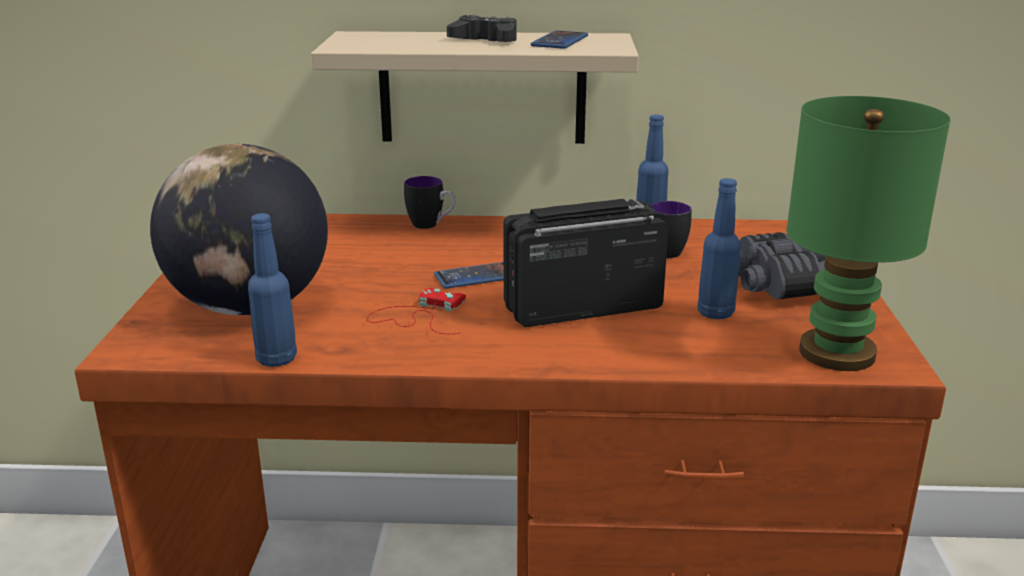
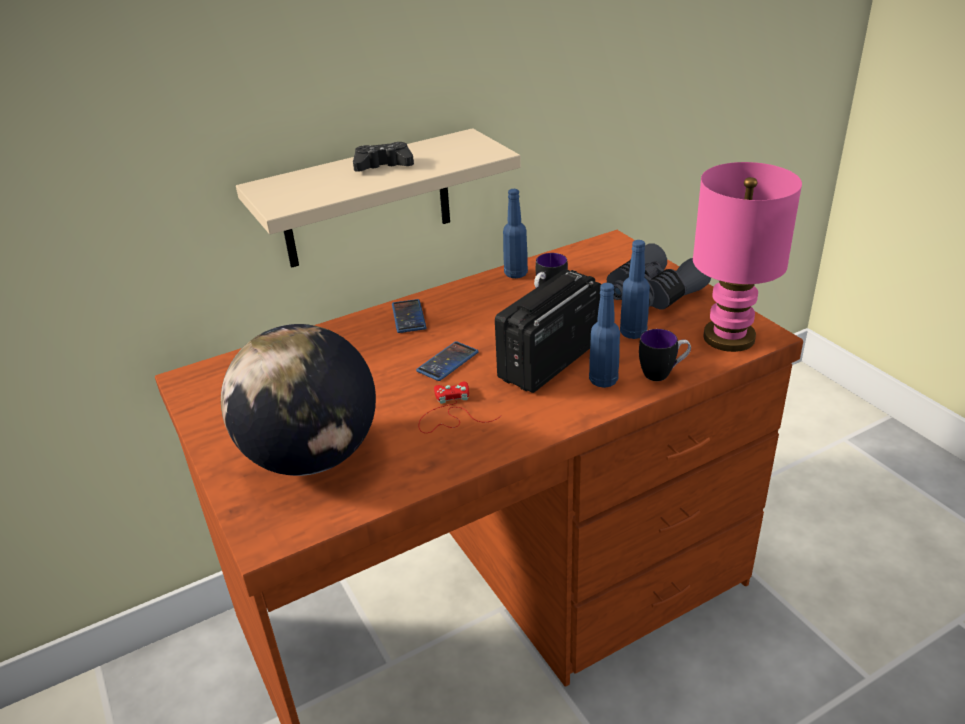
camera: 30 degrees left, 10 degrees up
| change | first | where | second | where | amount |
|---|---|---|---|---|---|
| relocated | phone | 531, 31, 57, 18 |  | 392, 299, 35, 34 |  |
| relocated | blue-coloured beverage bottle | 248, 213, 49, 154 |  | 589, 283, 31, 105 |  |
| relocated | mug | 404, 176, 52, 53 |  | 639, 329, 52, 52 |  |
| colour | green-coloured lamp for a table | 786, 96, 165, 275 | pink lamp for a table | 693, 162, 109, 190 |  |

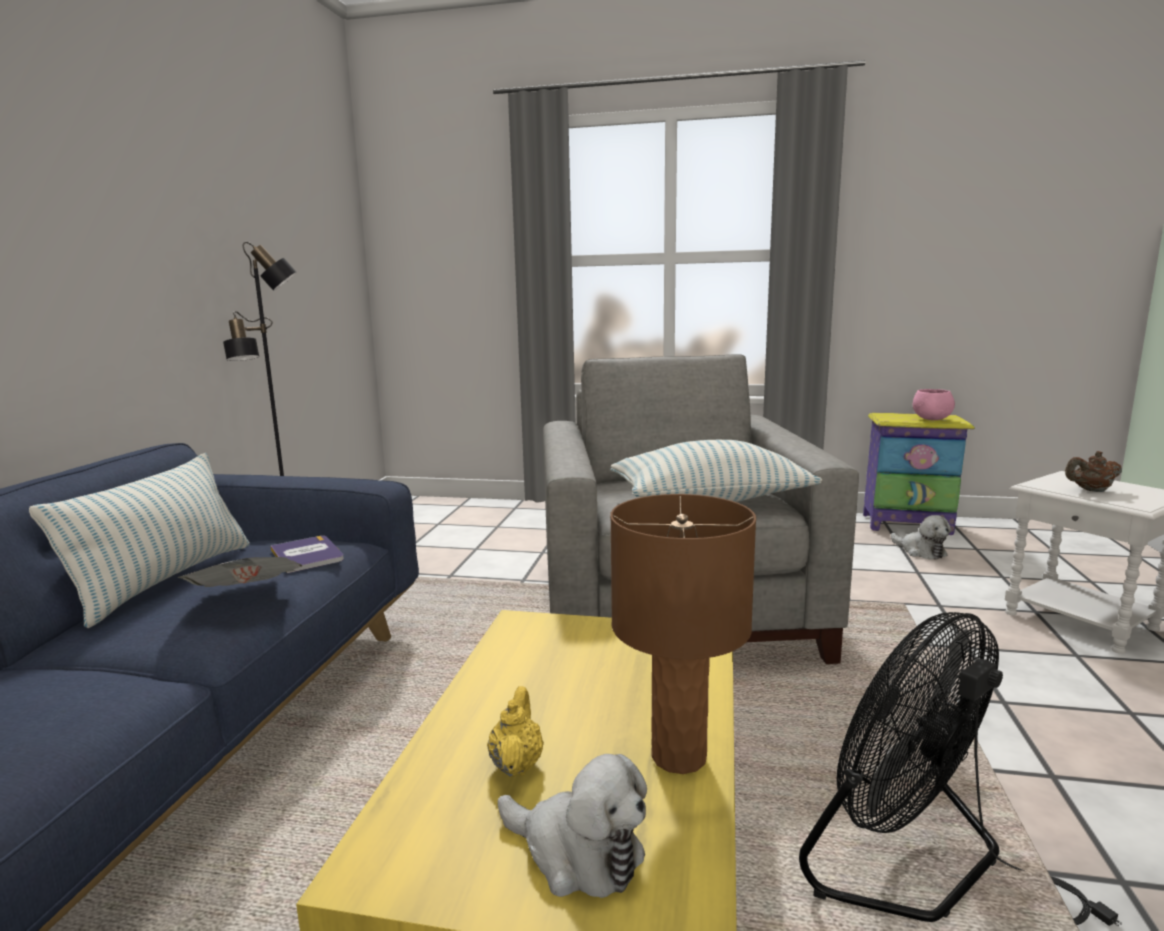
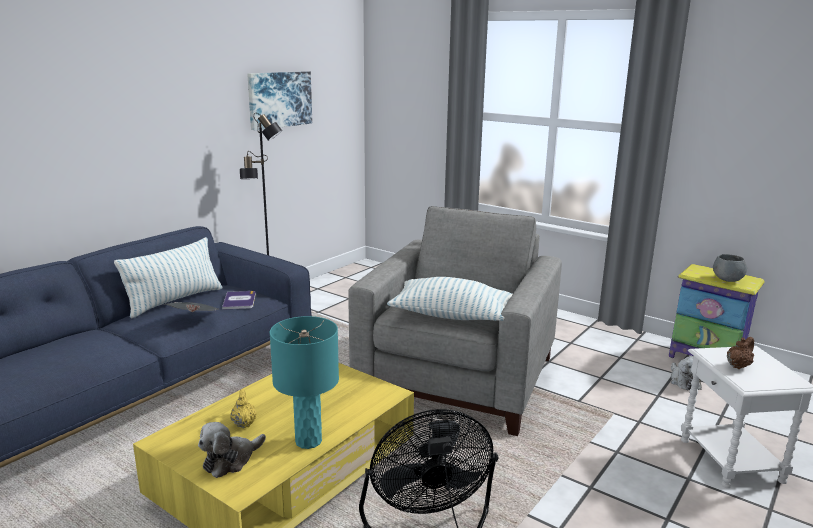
camera: 25 degrees right, 5 degrees up
| change | first | where | second | where | amount |
|---|---|---|---|---|---|
| spun | soft toy | 498, 754, 149, 144 |  | 198, 422, 68, 56 | 75 degrees clockwise |
| spun | yellow teapot | 487, 686, 57, 91 |  | 230, 389, 27, 39 | 45 degrees counterclockwise |
| appeared |  |  | wall picture | 247, 71, 65, 59 |  |
| colour | brown lamp for a table | 610, 494, 146, 280 | turquoise lamp for a table | 270, 316, 69, 133 |  |
| colour | pink deep dish | 913, 389, 42, 31 | gray deep dish | 713, 254, 34, 28 |  |
| spun | brown teapot | 1065, 451, 57, 41 |  | 727, 337, 27, 32 | 120 degrees clockwise |

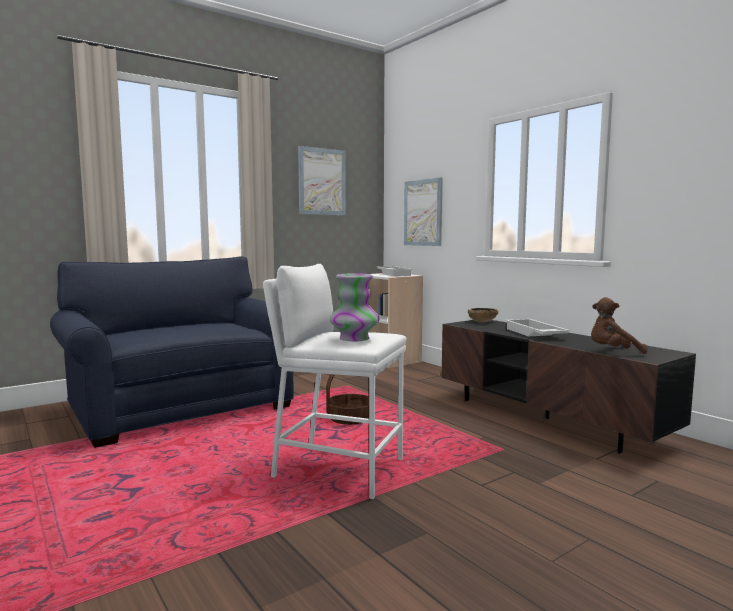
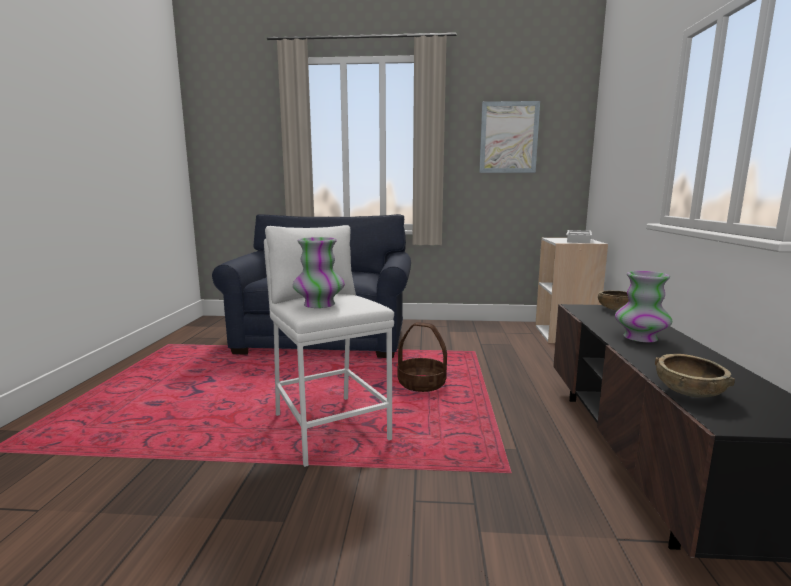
camera: 40 degrees right, 5 degrees up
| change | first | where | second | where | amount |
|---|---|---|---|---|---|
| exchanged | white tray | 505, 319, 65, 17 | vase | 615, 271, 57, 71 |  |
| exchanged | brown soft toy | 591, 297, 57, 57 | brown deep dish | 655, 354, 80, 44 |  |
| missing | wall picture | 404, 177, 39, 69 |  |  |  |

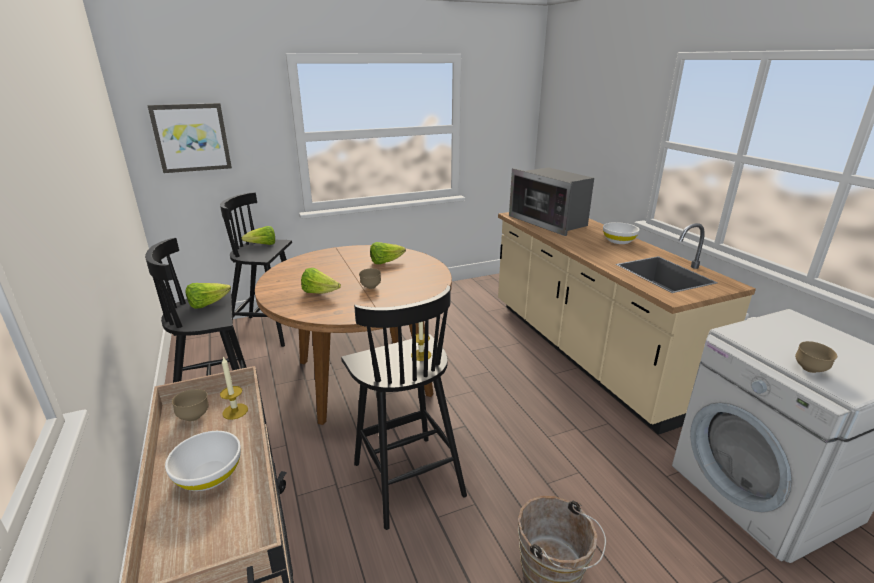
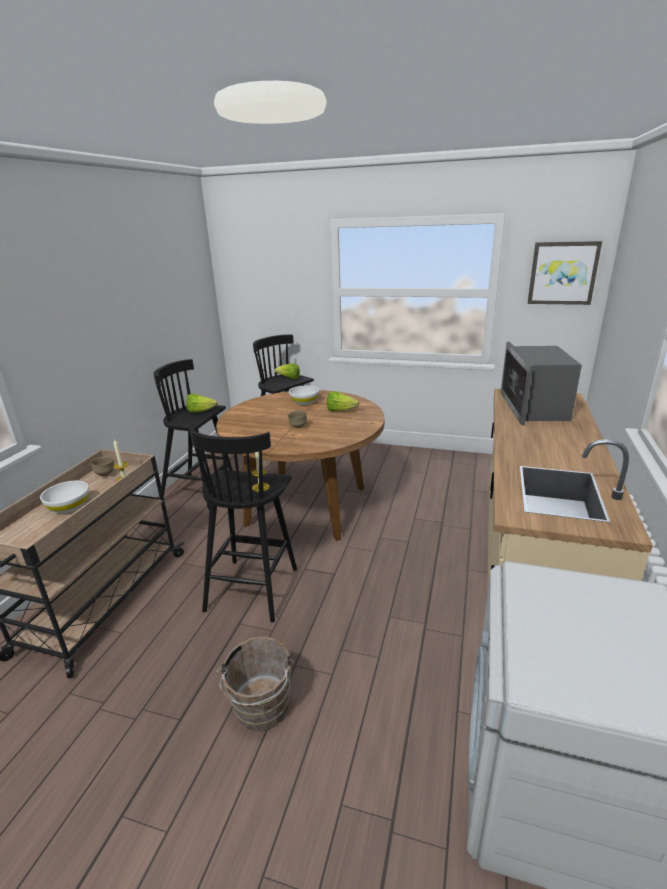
camera: 40 degrees right, 0 degrees up
| change | first | where | second | where | amount |
|---|---|---|---|---|---|
| relocated | white deep dish | 603, 222, 37, 22 |  | 289, 386, 30, 19 |  |
| relocated | wall picture | 148, 103, 84, 70 |  | 528, 241, 74, 64 |  |
| missing | lettuce head | 301, 268, 40, 26 |  |  |  |
| missing | brown deep dish | 795, 341, 42, 32 |  |  |  |

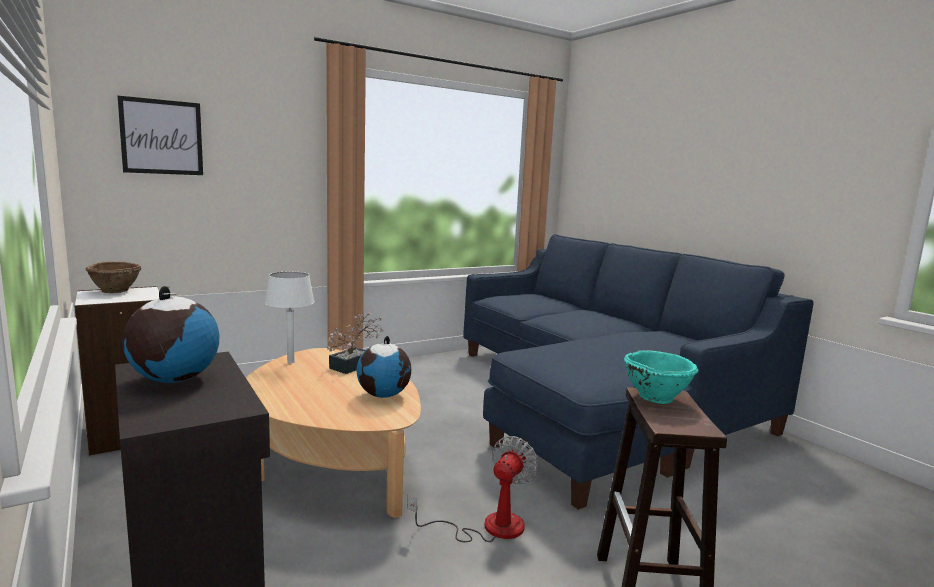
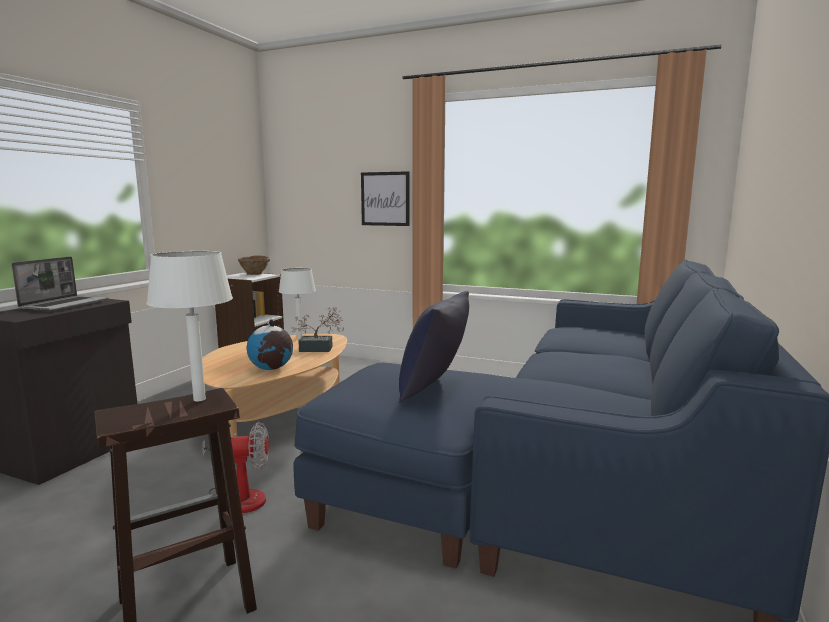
camera: 55 degrees right, 0 degrees up
| change | first | where | second | where | amount |
|---|---|---|---|---|---|
| exchanged | globe | 123, 286, 97, 97 | laptop | 11, 257, 97, 55 |  |
| exchanged | turquoise deep dish | 624, 350, 75, 54 | white lamp for a table | 147, 251, 86, 151 |  |
| relocated | wall picture | 117, 95, 86, 80 |  | 361, 171, 48, 55 |  |
| appeared |  |  | blue-coloured cushion | 399, 291, 70, 112 |  |

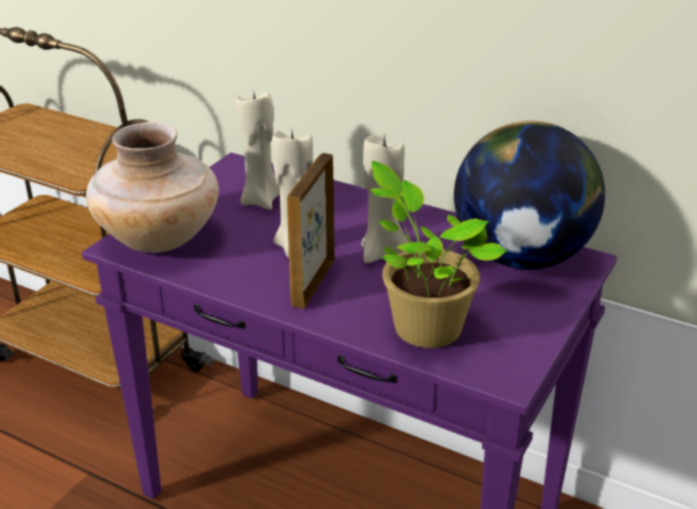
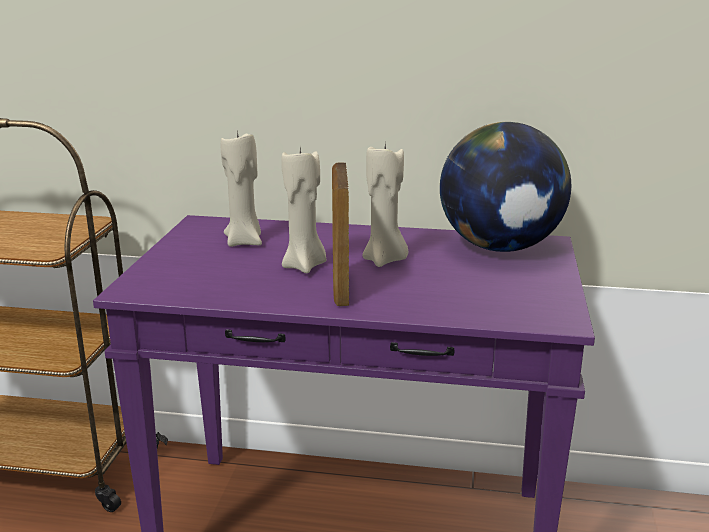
camera: 20 degrees left, 10 degrees down
| change | first | where | second | where | amount |
|---|---|---|---|---|---|
| missing | sand-coloured vase | 86, 122, 133, 131 |  |  |  |
| missing | potted plant | 371, 161, 136, 187 |  |  |  |

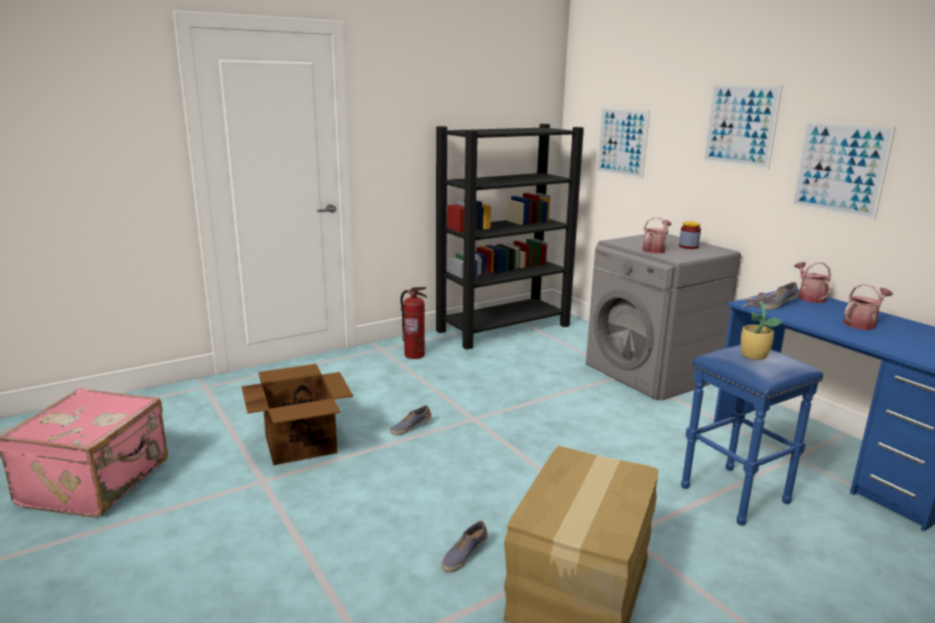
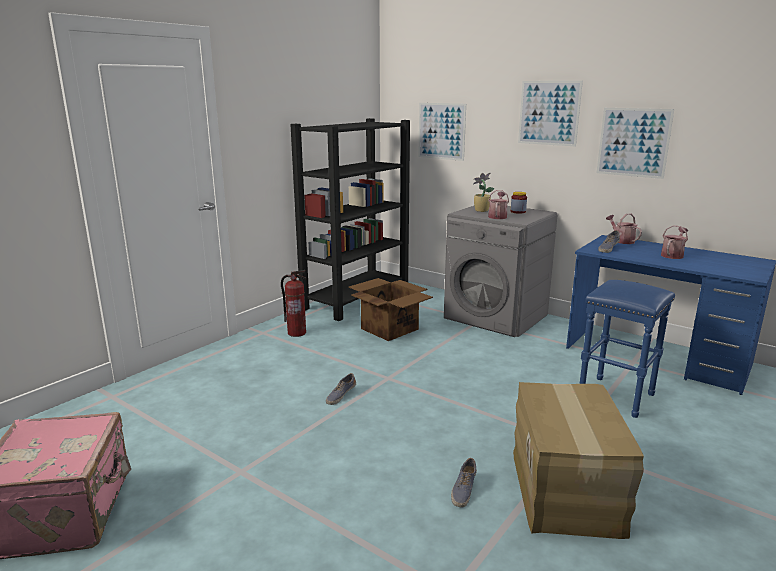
camera: 20 degrees left, 0 degrees up
| change | first | where | second | where | amount |
|---|---|---|---|---|---|
| relocated | carton | 242, 364, 111, 101 |  | 349, 278, 84, 63 |  |
| relocated | potted plant | 741, 292, 42, 68 |  | 473, 173, 22, 39 |  |

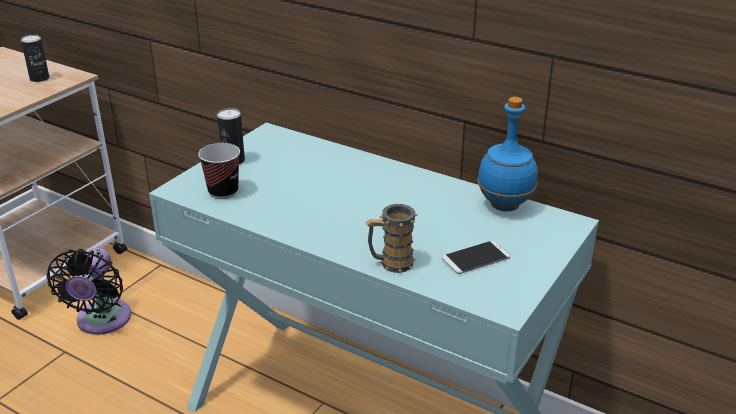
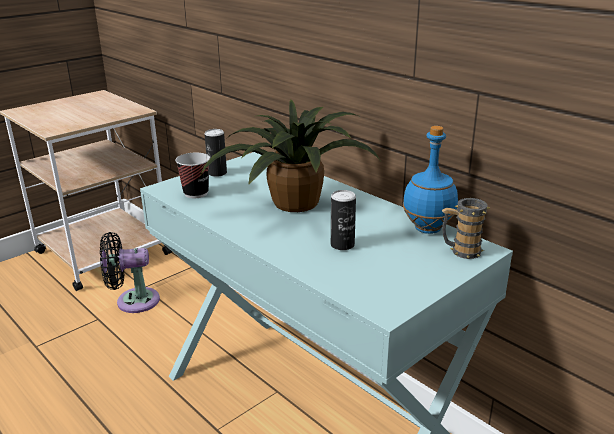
camera: 15 degrees right, 5 degrees down
| change | first | where | second | where | amount |
|---|---|---|---|---|---|
| spun | black-coloured electric fan | 47, 248, 84, 87 |  | 100, 232, 60, 81 | 60 degrees clockwise |
| appeared |  |  | potted plant | 200, 100, 180, 112 |  |
| relocated | sealed can | 21, 35, 28, 47 |  | 331, 190, 25, 60 |  |
| relocated | mug | 365, 204, 53, 69 |  | 442, 198, 48, 61 |  |
| missing | phone | 442, 241, 69, 33 |  |  |  |

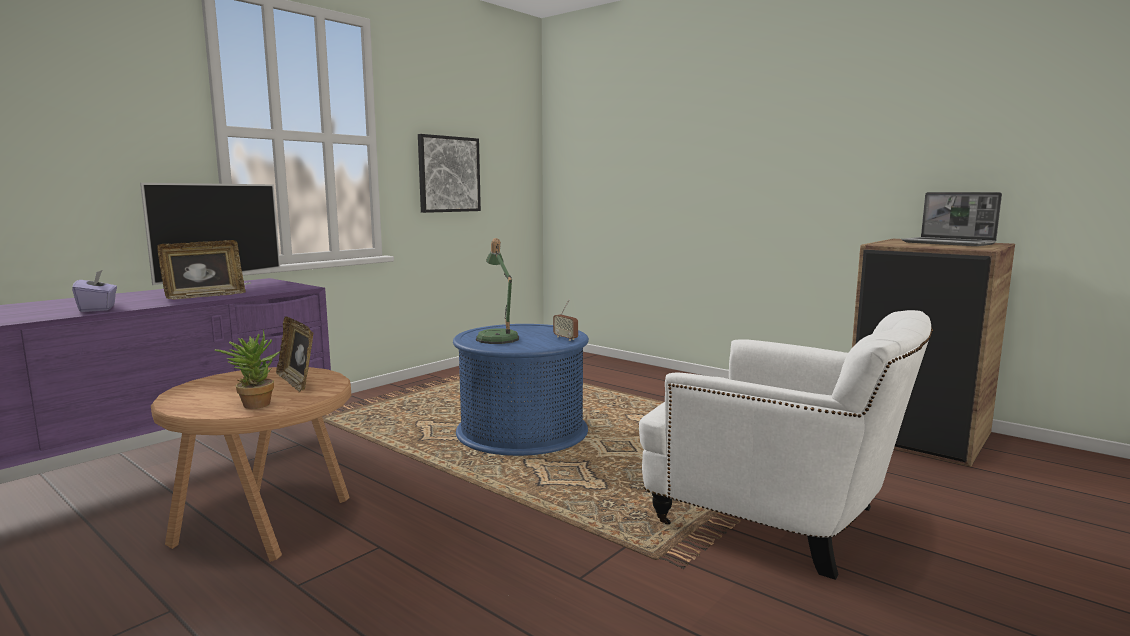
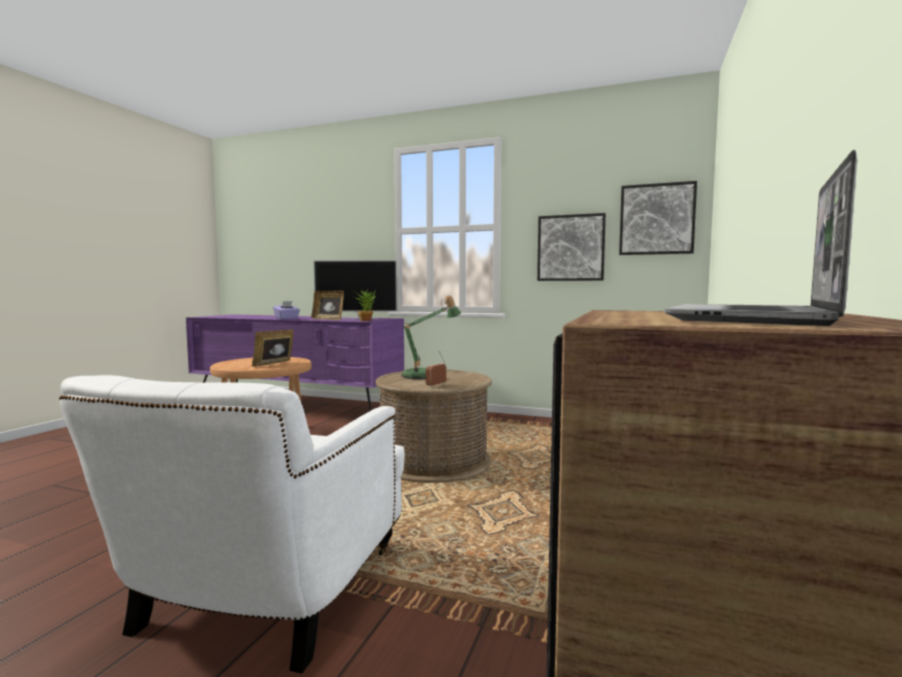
camera: 70 degrees right, 5 degrees down
| change | first | where | second | where | amount |
|---|---|---|---|---|---|
| relocated | potted plant | 215, 329, 64, 80 |  | 354, 289, 22, 32 |  |
| colour | blue-coloured lounge table | 453, 324, 136, 132 | brown lounge table | 375, 370, 117, 113 |  |
| appeared |  |  | wall picture | 619, 181, 78, 74 |  |

